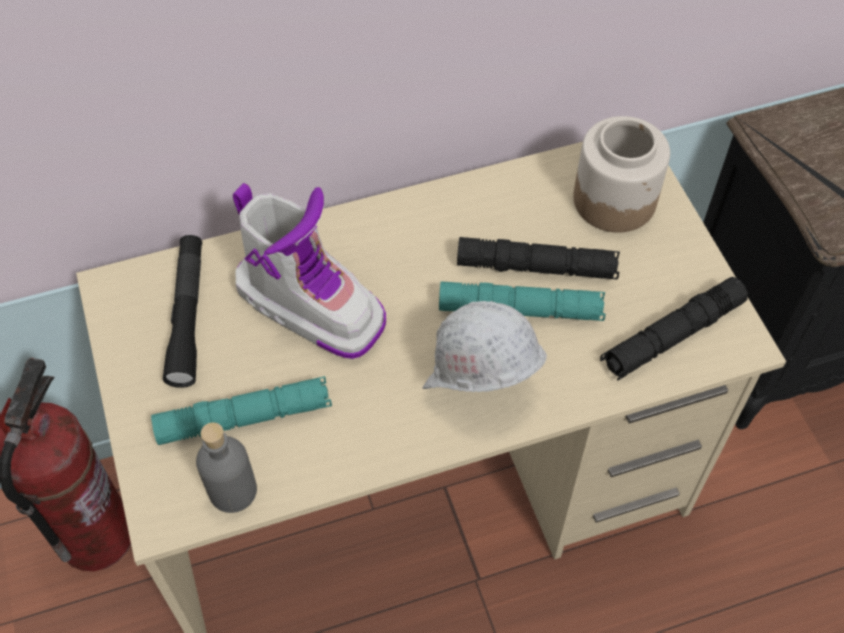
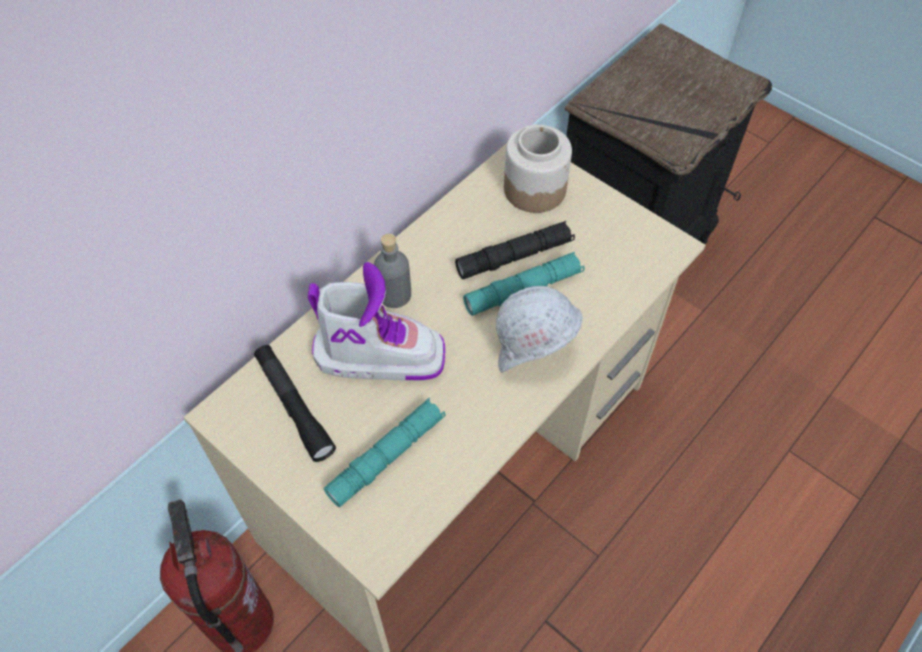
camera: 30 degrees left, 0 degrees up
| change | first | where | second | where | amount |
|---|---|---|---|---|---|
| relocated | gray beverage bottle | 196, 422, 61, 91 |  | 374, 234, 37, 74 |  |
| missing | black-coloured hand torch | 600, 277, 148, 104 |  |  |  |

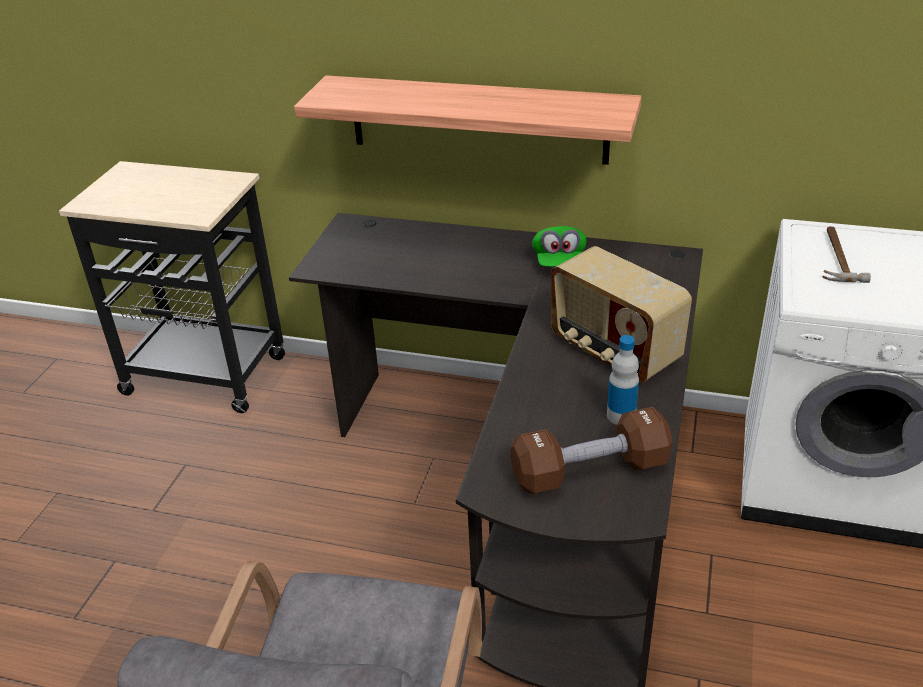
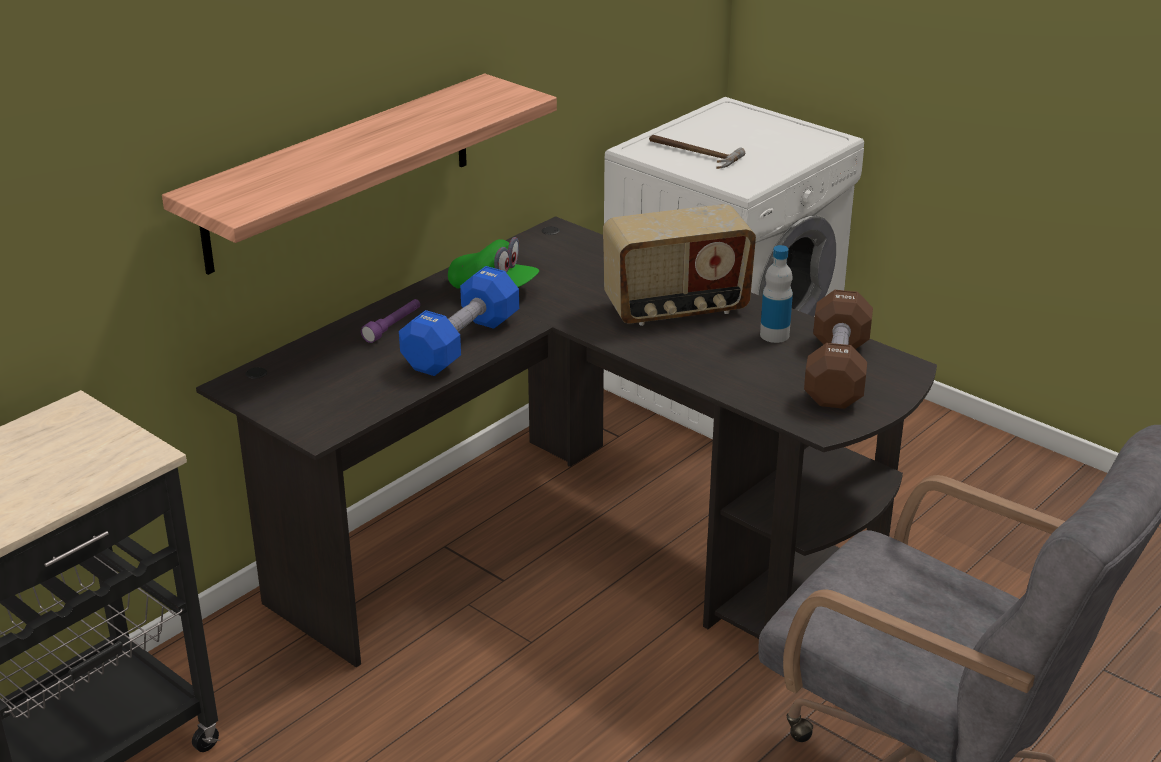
camera: 65 degrees left, 5 degrees down
| change | first | where | second | where | amount |
|---|---|---|---|---|---|
| appeared |  |  | purple-coloured hand torch | 361, 299, 59, 44 |  |
| appeared |  |  | blue-coloured dumbbell | 399, 266, 120, 110 |  |

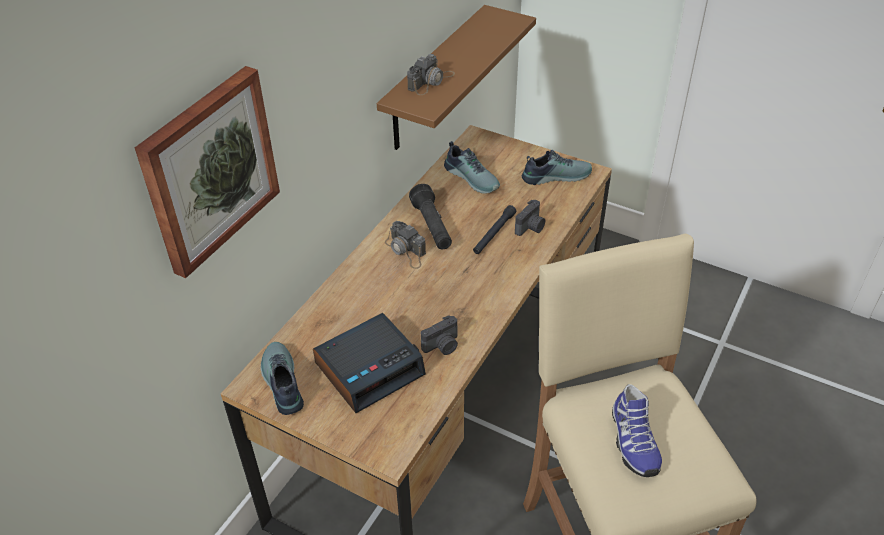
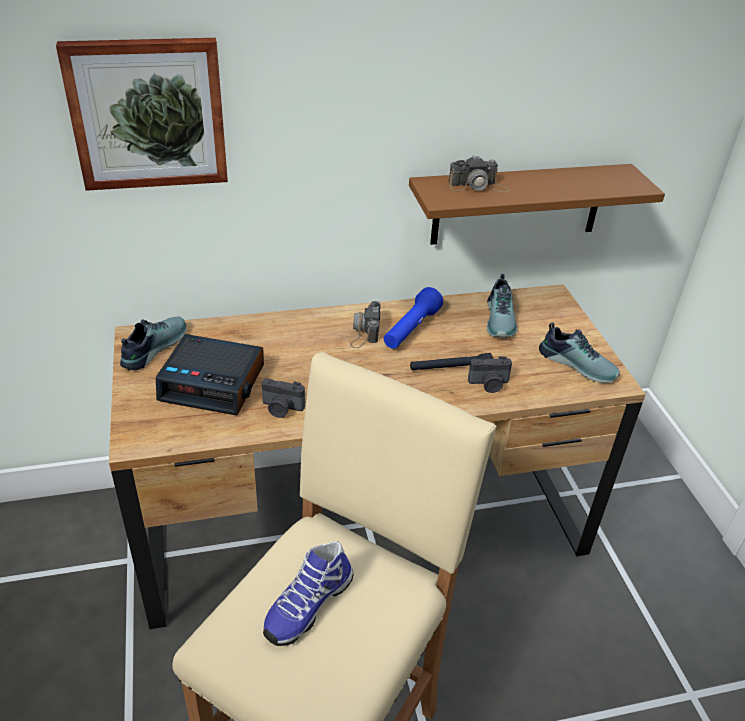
camera: 45 degrees right, 5 degrees down
| change | first | where | second | where | amount |
|---|---|---|---|---|---|
| colour | black-coloured hand torch | 409, 184, 43, 65 | blue-coloured hand torch | 384, 287, 59, 62 |  |

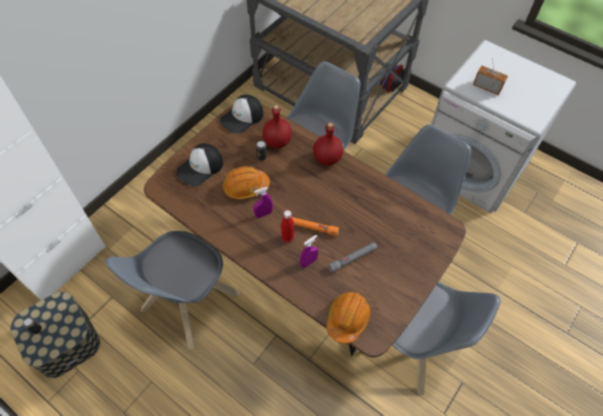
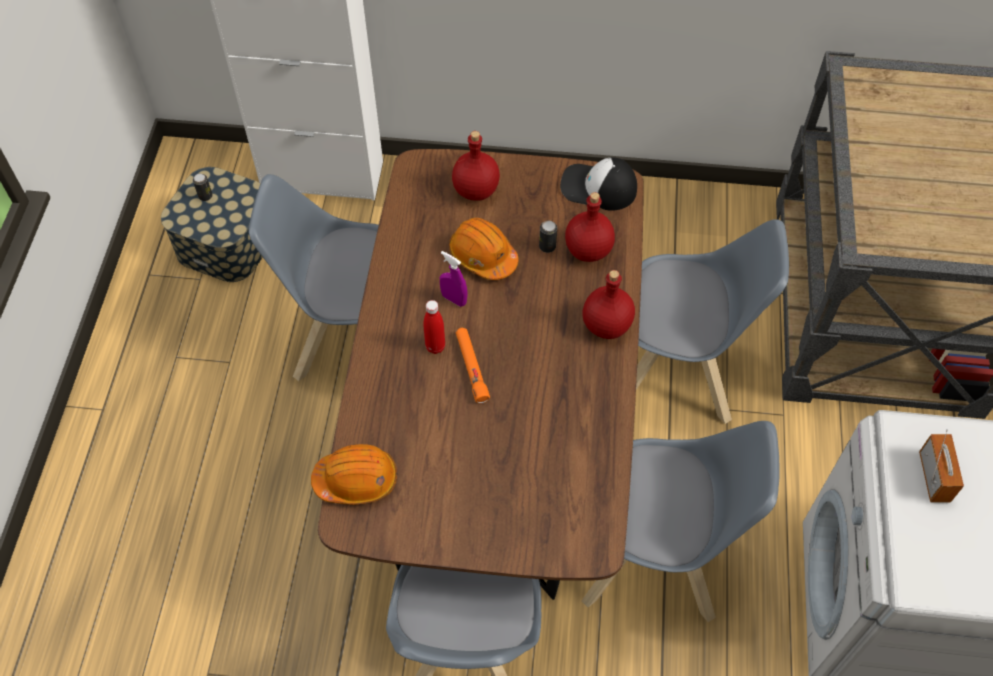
camera: 60 degrees right, 0 degrees up
| change | first | where | second | where | amount |
|---|---|---|---|---|---|
| exchanged | cap | 176, 143, 47, 43 | reddish beverage bottle | 452, 131, 48, 70 |  |
| missing | purple-coloured sprayer | 300, 235, 18, 33 |  |  |  |
| missing | gray hand torch | 328, 243, 49, 30 |  |  |  |

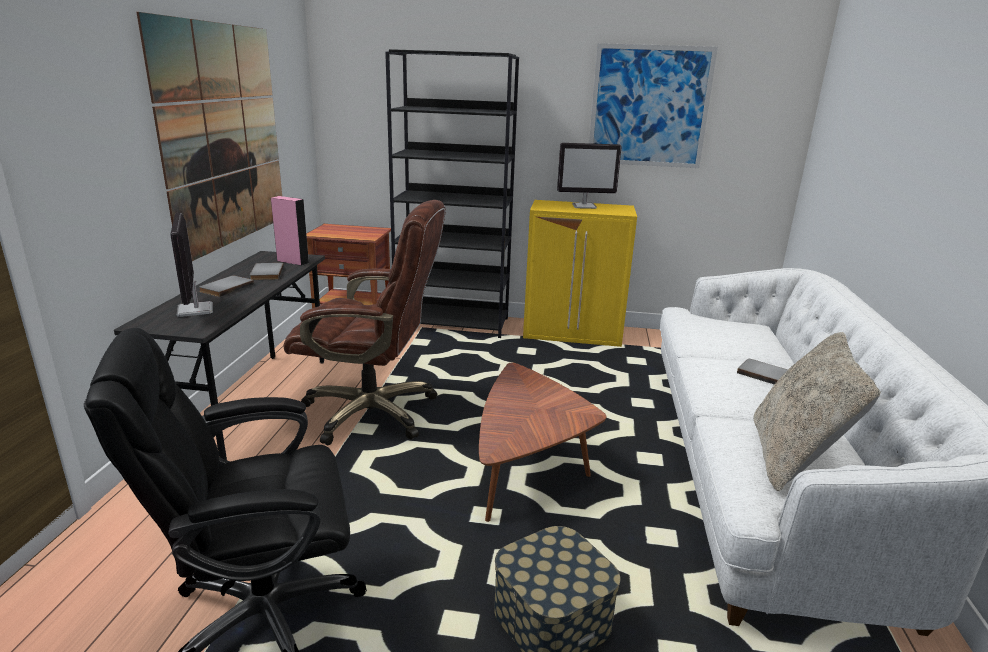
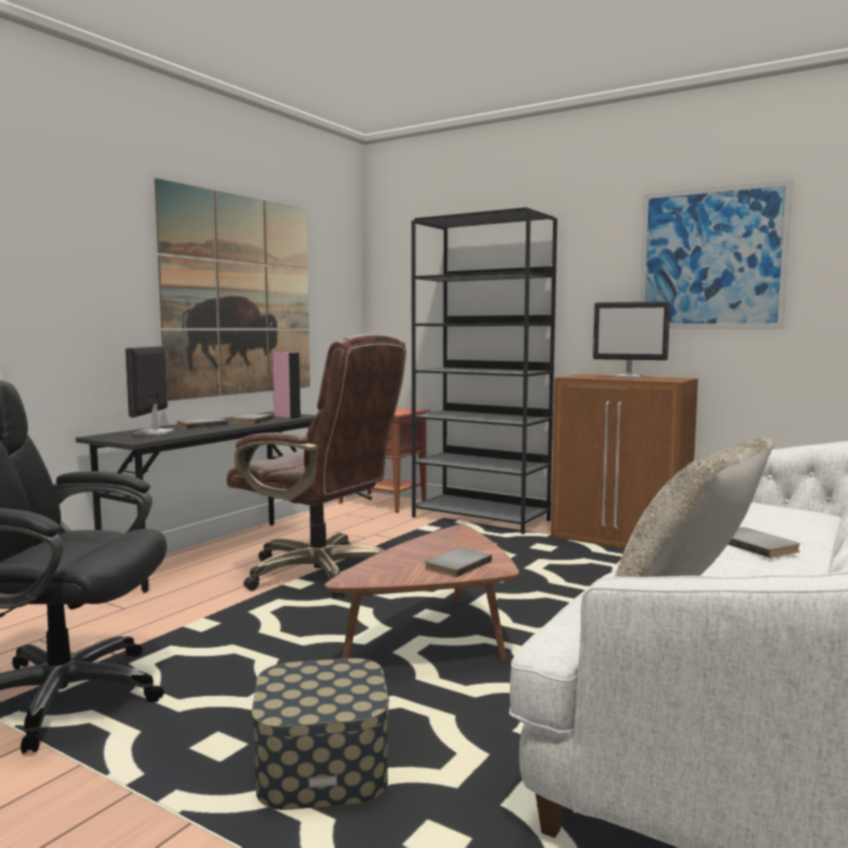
camera: 25 degrees right, 15 degrees down
| change | first | where | second | where | amount |
|---|---|---|---|---|---|
| appeared |  |  | gray book | 424, 548, 68, 29 |  |
| colour | yellow cabinet | 523, 200, 114, 147 | brown cabinet | 551, 374, 147, 175 |  |

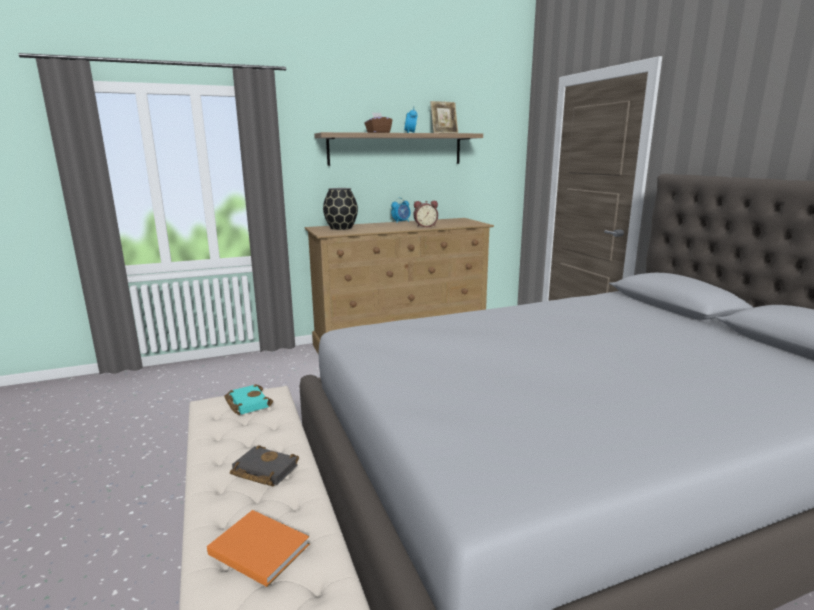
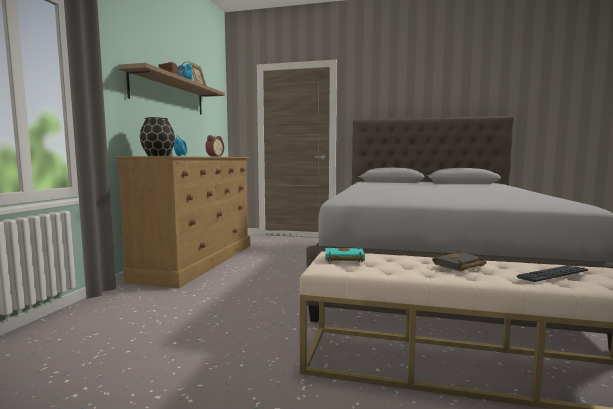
camera: 55 degrees left, 10 degrees down
| change | first | where | second | where | amount |
|---|---|---|---|---|---|
| exchanged | orange-coloured book | 207, 510, 103, 77 | computer keyboard | 517, 265, 71, 17 |  |

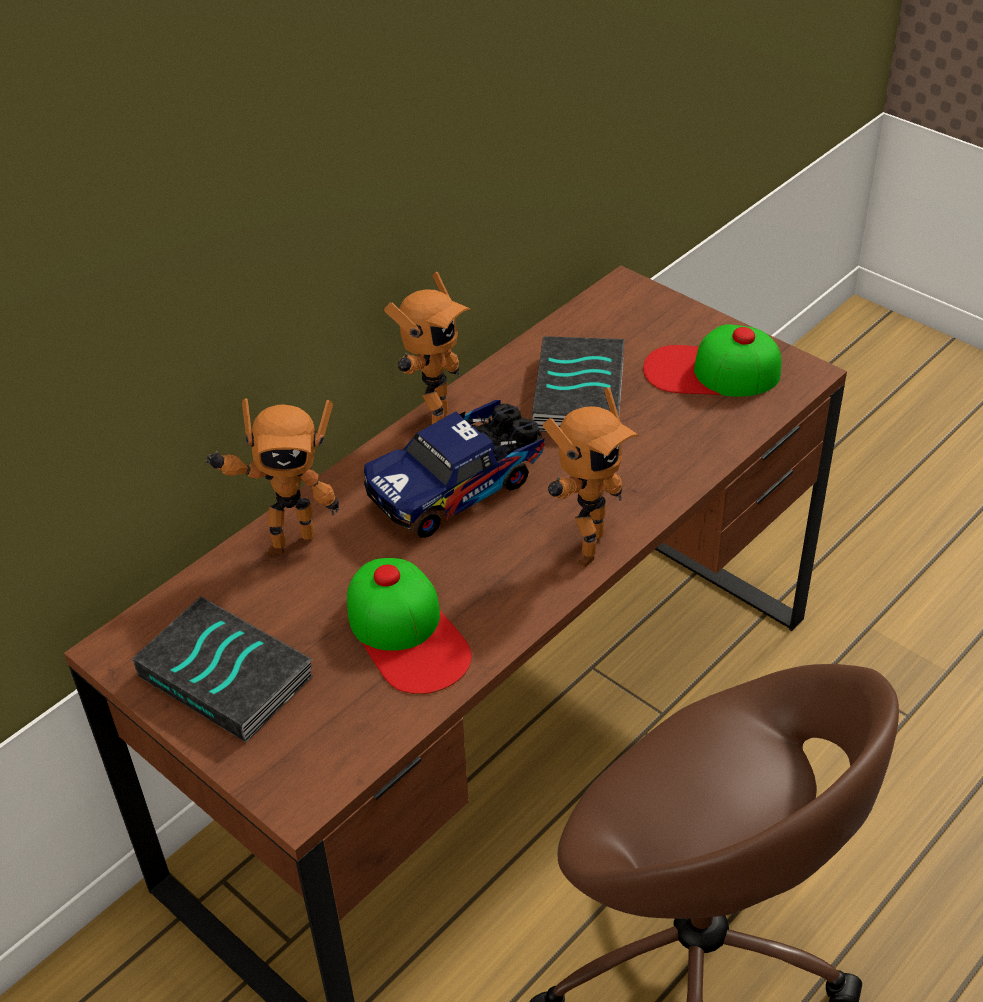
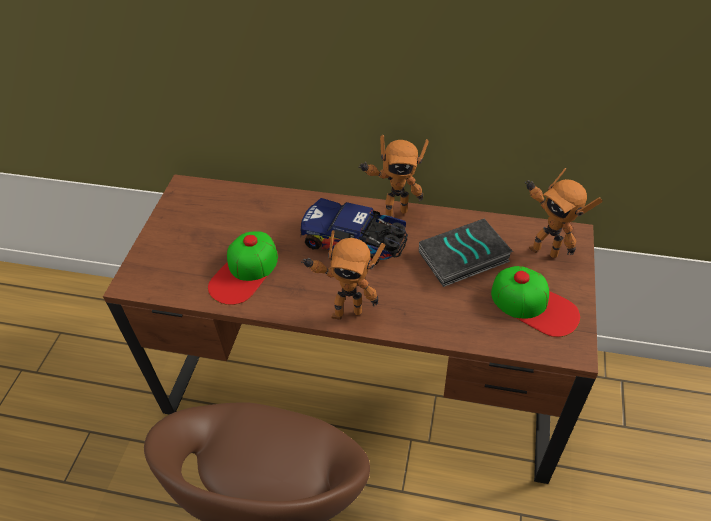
camera: 60 degrees right, 5 degrees up
| change | first | where | second | where | amount |
|---|---|---|---|---|---|
| spun | cap | 643, 324, 138, 73 |  | 491, 266, 89, 71 | 150 degrees clockwise |
| relocated | robot figure | 204, 398, 135, 157 |  | 525, 168, 78, 90 |  |
| missing | book | 132, 596, 181, 146 |  |  |  |

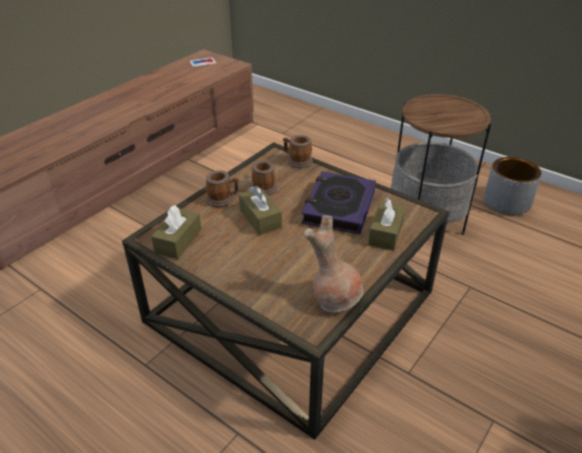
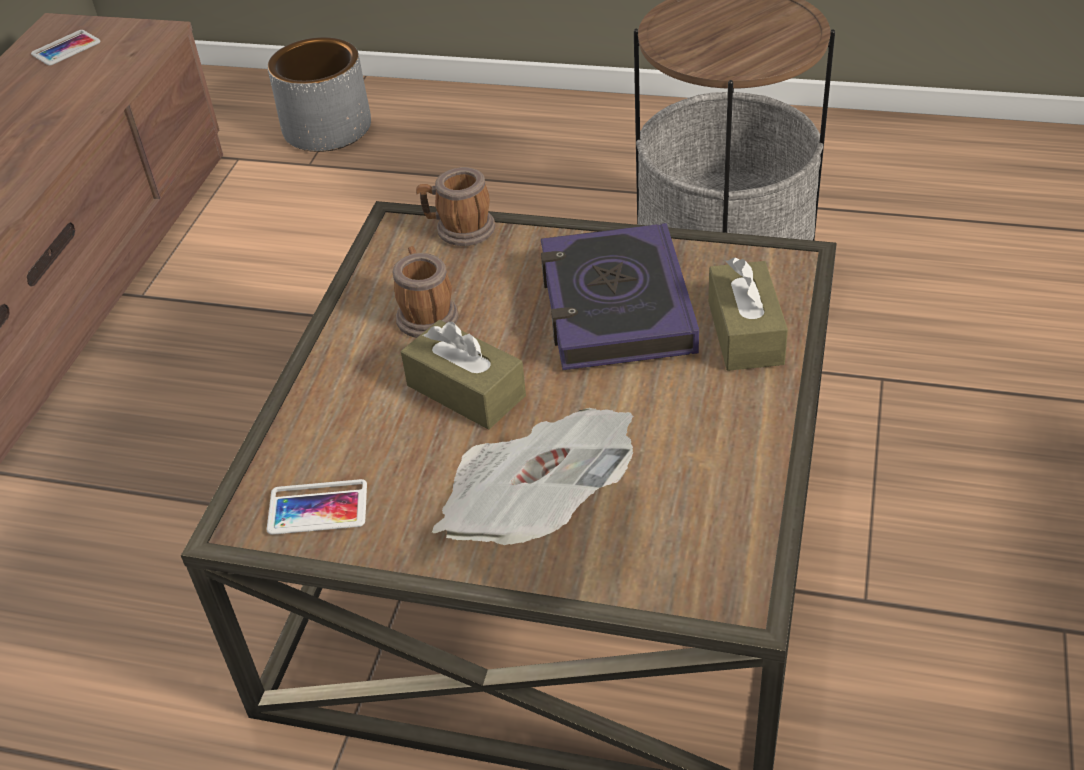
camera: 20 degrees left, 5 degrees up
| change | first | where | second | where | amount |
|---|---|---|---|---|---|
| relocated | gray planter | 484, 157, 58, 59 |  | 267, 37, 104, 115 |  |
| exchanged | brown tissue box | 151, 205, 50, 54 | phone | 267, 479, 100, 56 |  |
| appeared |  |  | printed paper | 432, 408, 201, 137 |  |
| missing | mug | 206, 171, 33, 36 |  |  |  |
| missing | brown vase | 304, 215, 59, 97 |  |  |  |

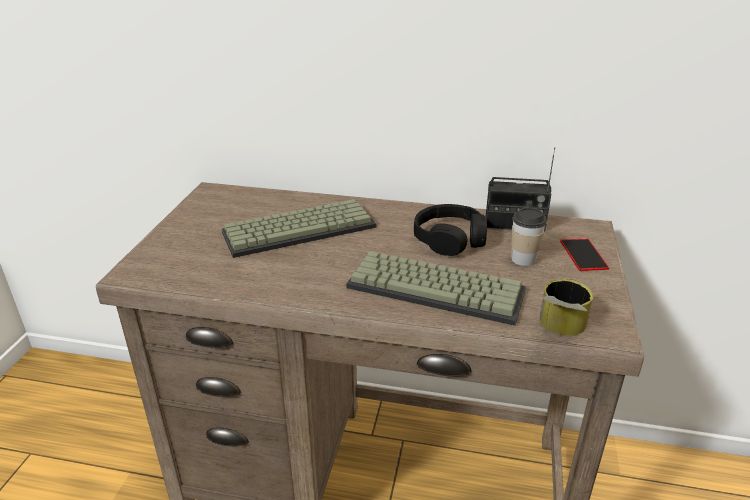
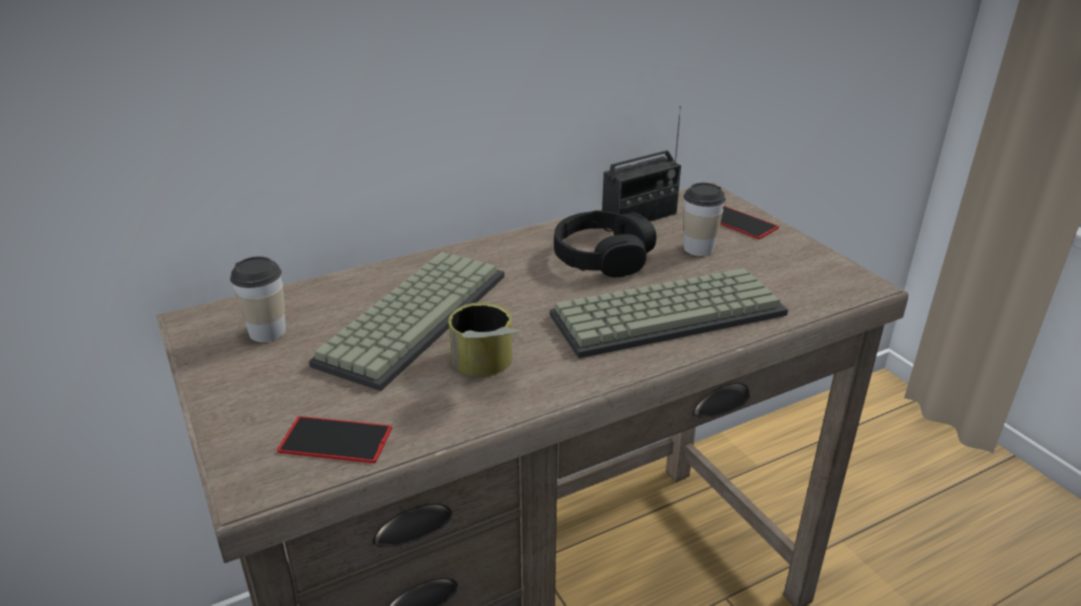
camera: 40 degrees left, 0 degrees up
| change | first | where | second | where | amount |
|---|---|---|---|---|---|
| appeared |  |  | drinking cup | 230, 256, 56, 86 |  |
| appeared |  |  | phone | 277, 416, 115, 47 |  |
| relocated | sealed can | 539, 279, 55, 57 |  | 448, 302, 73, 75 |  |

